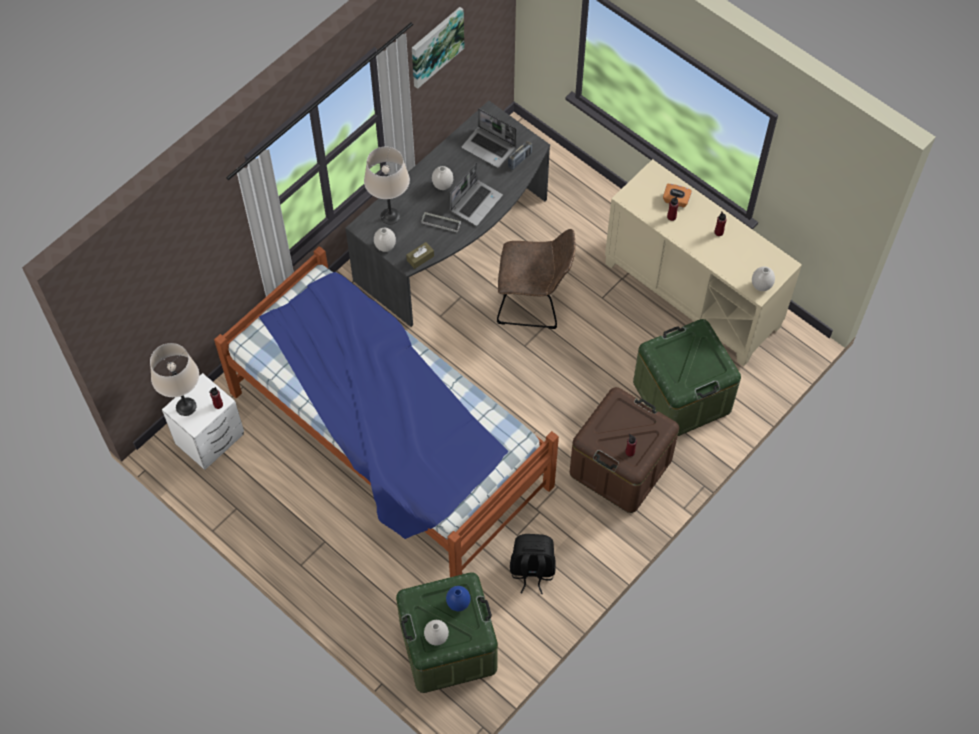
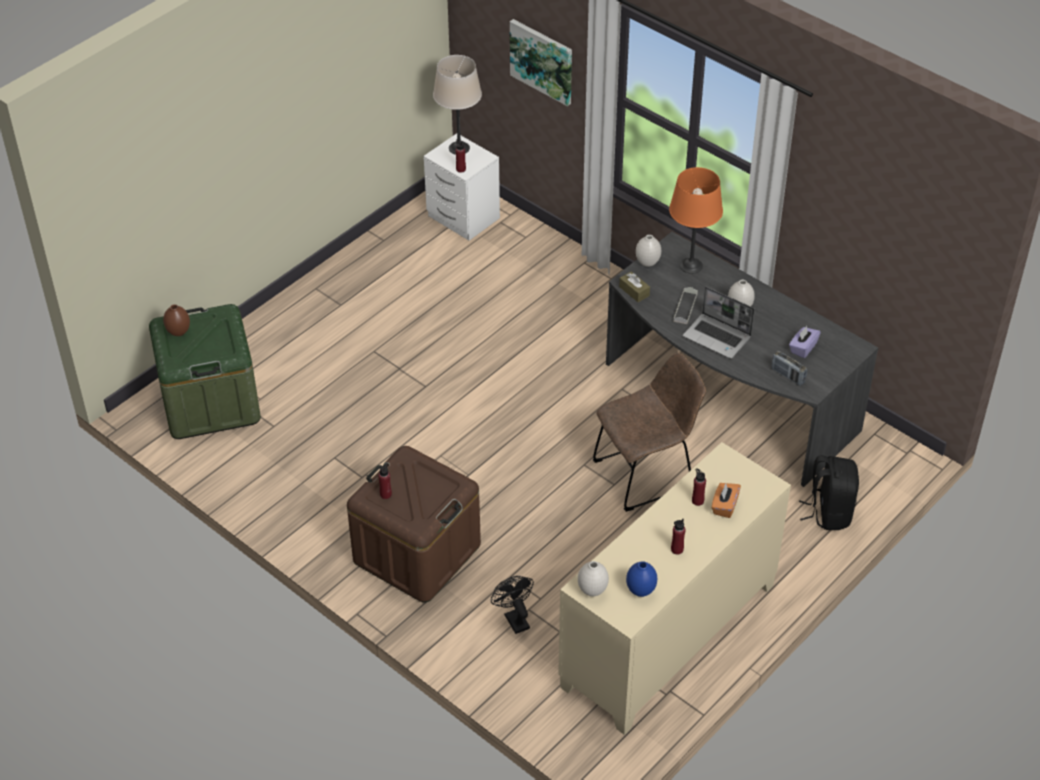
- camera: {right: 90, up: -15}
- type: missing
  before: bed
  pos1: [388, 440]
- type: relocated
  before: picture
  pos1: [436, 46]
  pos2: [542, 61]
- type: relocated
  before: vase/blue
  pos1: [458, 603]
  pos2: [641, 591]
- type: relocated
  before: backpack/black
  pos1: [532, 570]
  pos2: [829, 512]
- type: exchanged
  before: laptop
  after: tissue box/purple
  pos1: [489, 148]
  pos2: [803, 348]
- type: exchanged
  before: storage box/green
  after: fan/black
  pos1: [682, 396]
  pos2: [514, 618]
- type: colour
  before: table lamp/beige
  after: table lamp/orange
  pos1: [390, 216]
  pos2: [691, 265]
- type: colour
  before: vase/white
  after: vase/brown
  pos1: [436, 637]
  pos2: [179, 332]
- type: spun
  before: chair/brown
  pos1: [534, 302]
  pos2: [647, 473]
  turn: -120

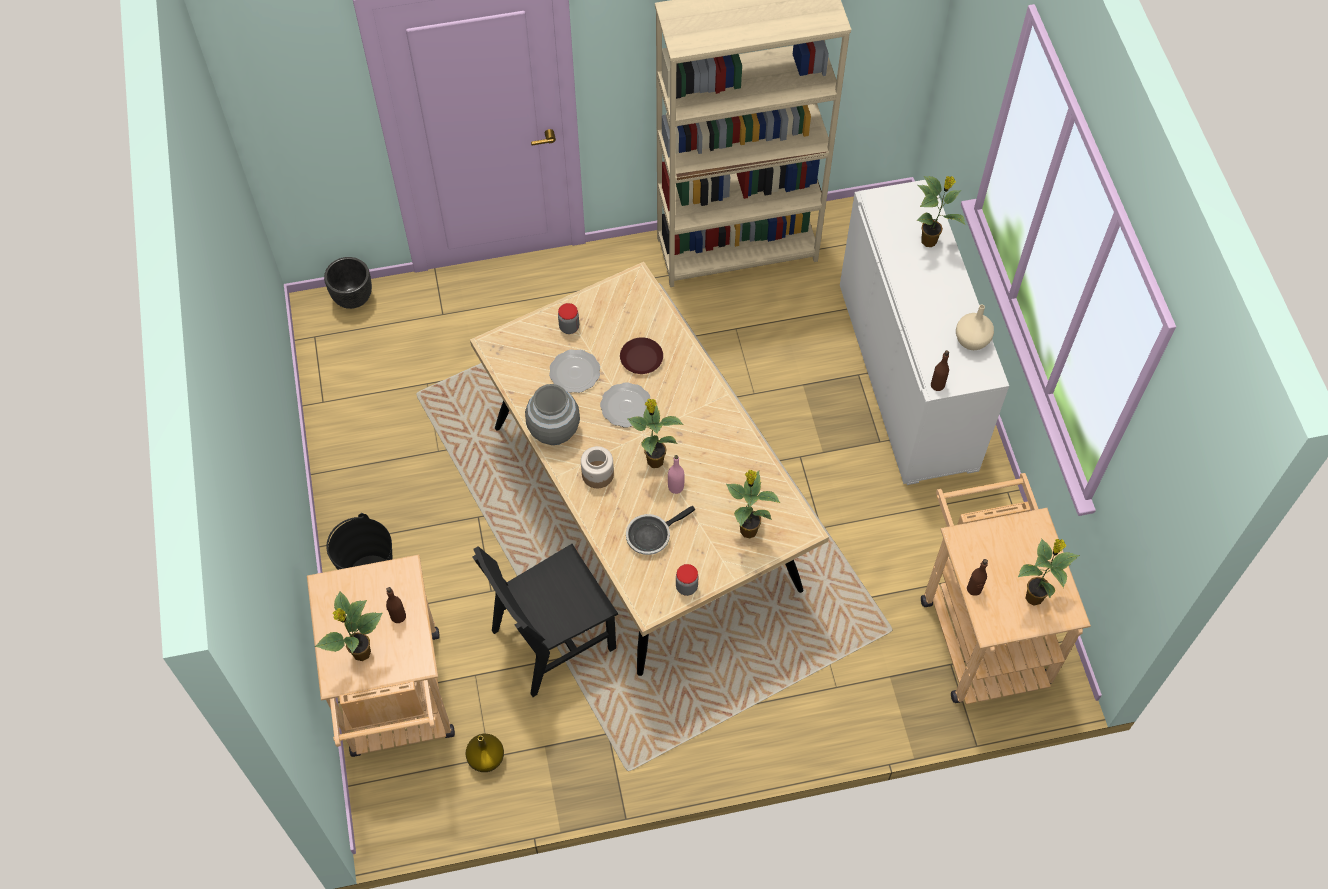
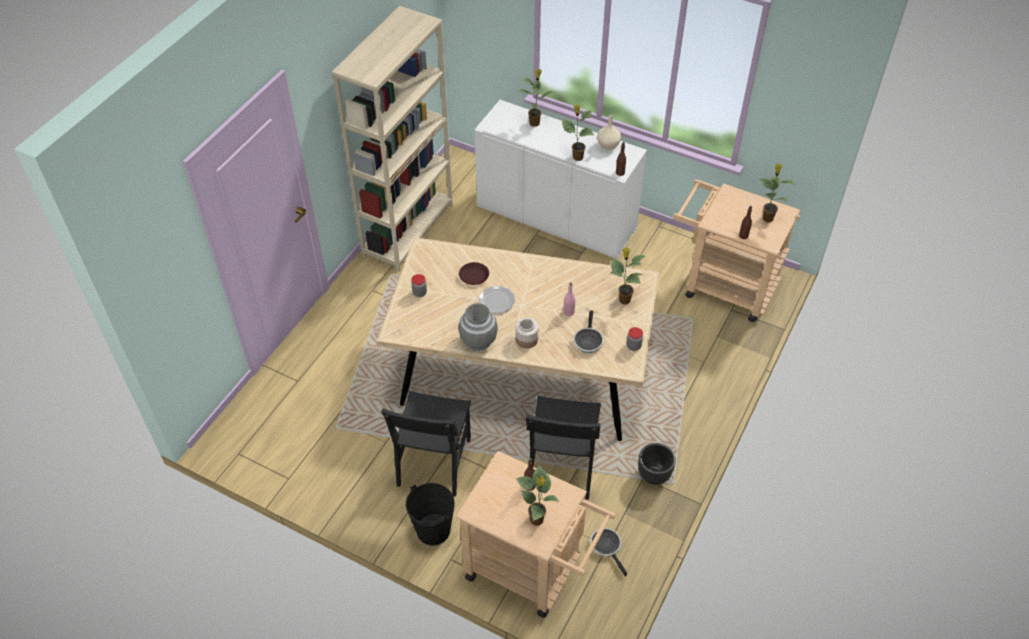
- camera: {right: -50, up: -10}
- type: missing
  before: plate
  pos1: [575, 373]
- type: appeared
  after: chair/black
  pos2: [434, 462]
- type: relocated
  before: planter/black
  pos1: [353, 298]
  pos2: [653, 475]
- type: relocated
  before: potted plant
  pos1: [654, 460]
  pos2: [577, 157]
- type: exchanged
  before: vase/yellow
  after: frying pan
  pos1: [487, 758]
  pos2: [607, 547]

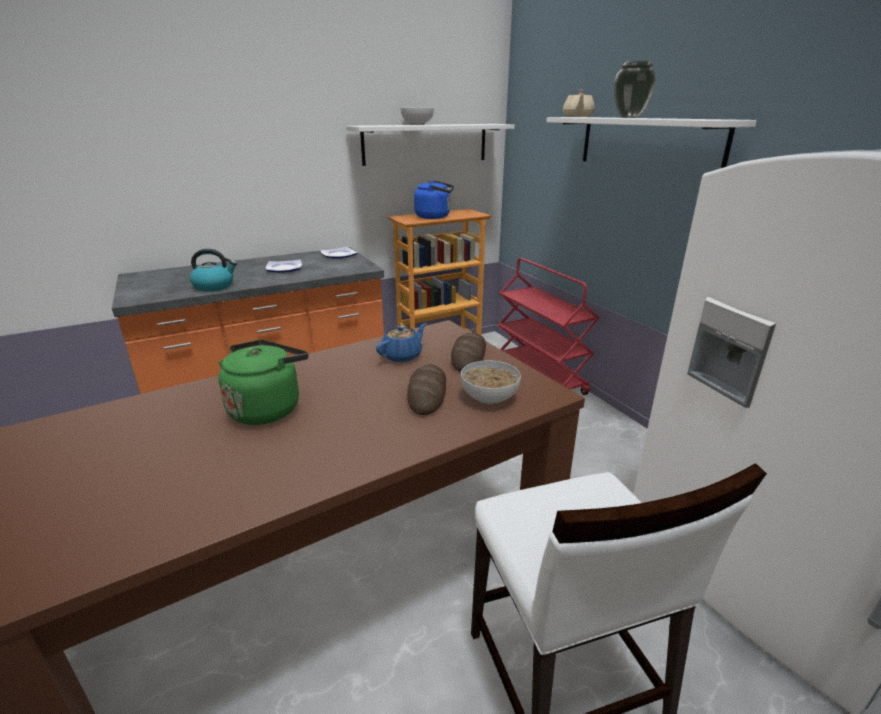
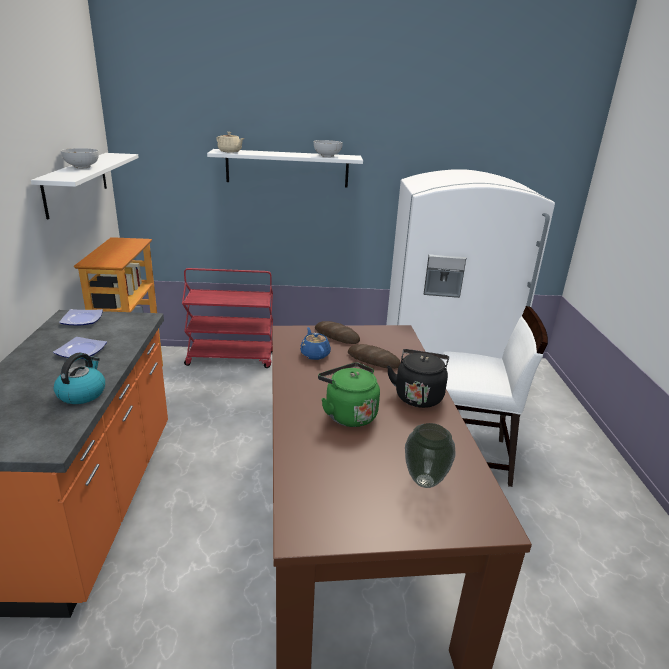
- camera: {right: -65, up: 0}
- type: missing
  before: kettle/blue
  pos1: [435, 217]
- type: appeared
  after: kettle/black
  pos2: [418, 395]
- type: relocated
  before: bowl
  pos1: [489, 397]
  pos2: [327, 156]
- type: relocated
  before: vase
  pos1: [629, 117]
  pos2: [425, 481]

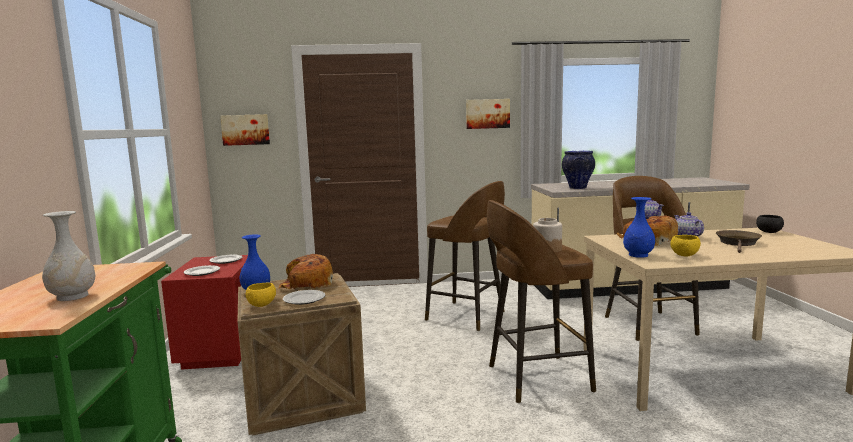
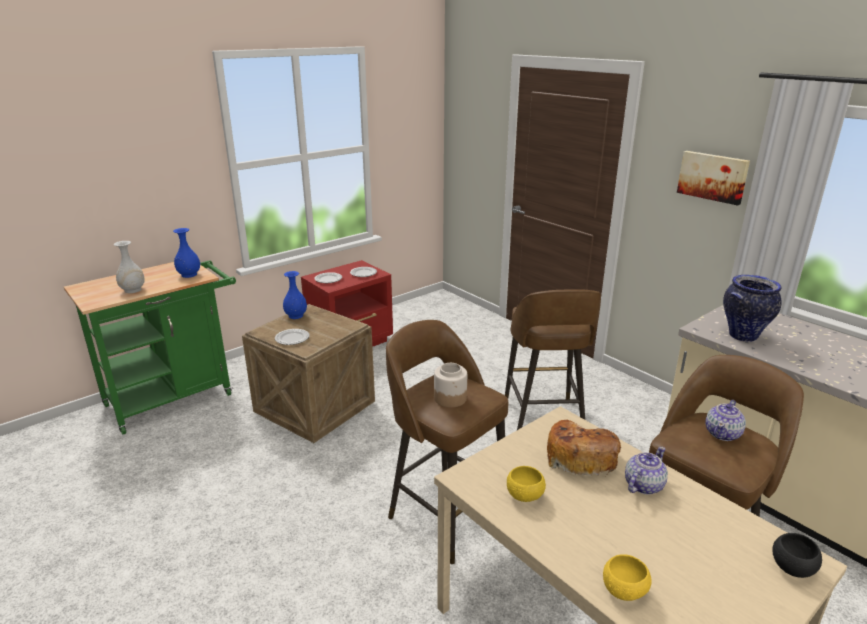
- camera: {right: 55, up: 15}
- type: missing
  before: picture
  pos1: [245, 129]
- type: missing
  before: bread
  pos1: [306, 284]
- type: missing
  before: frying pan/brown
  pos1: [738, 243]
- type: relocated
  before: bowl/yellow
  pos1: [261, 305]
  pos2: [624, 591]
- type: relocated
  before: vase/blue
  pos1: [638, 255]
  pos2: [189, 274]

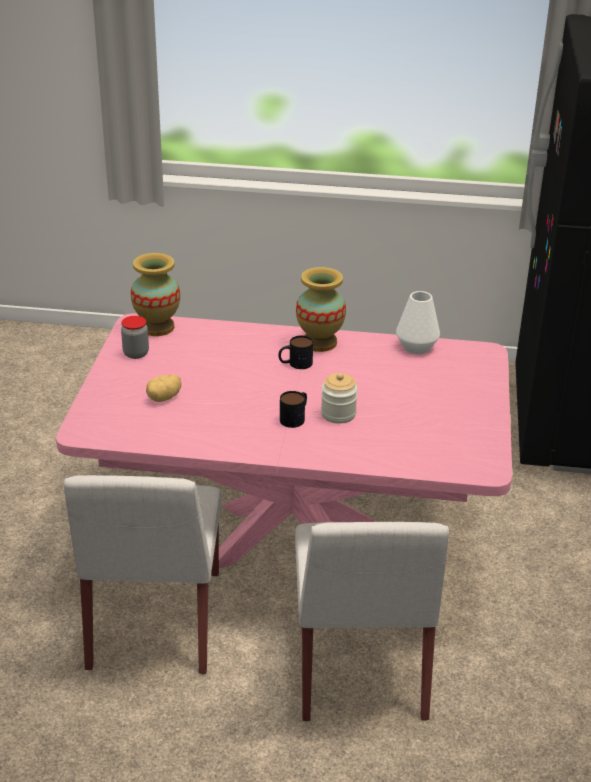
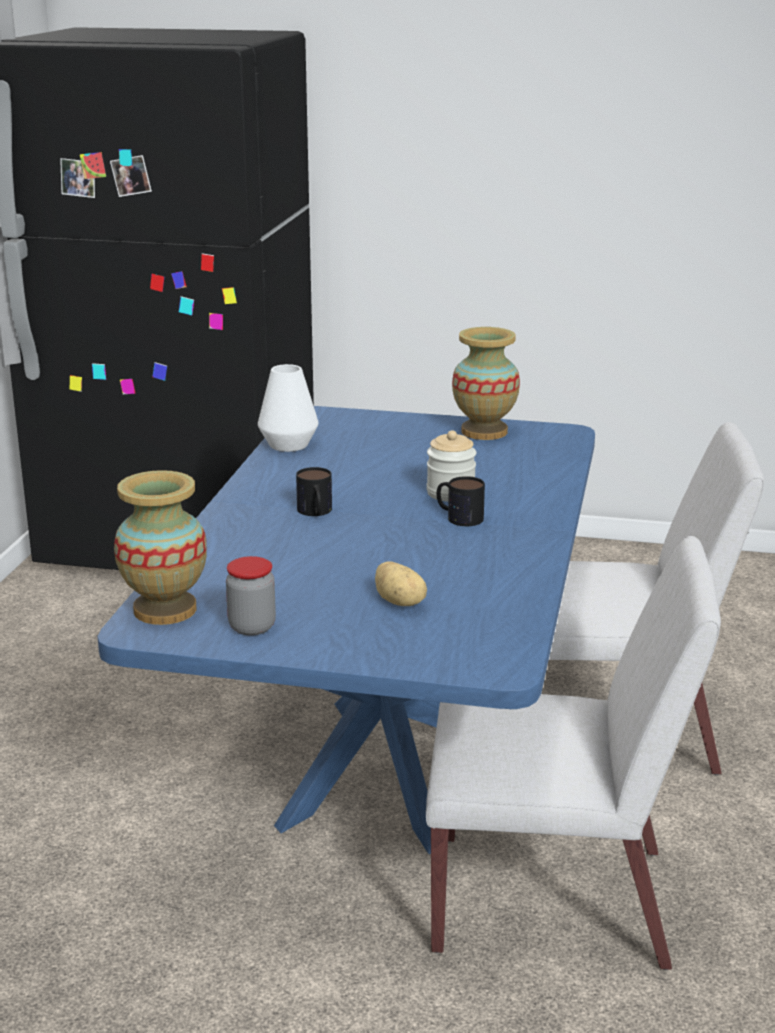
- camera: {right: -85, up: -10}
- type: relocated
  before: vase
  pos1: [319, 343]
  pos2: [484, 432]
- type: colour
  before: dining table/pink
  after: dining table/blue
  pos1: [292, 544]
  pos2: [385, 769]

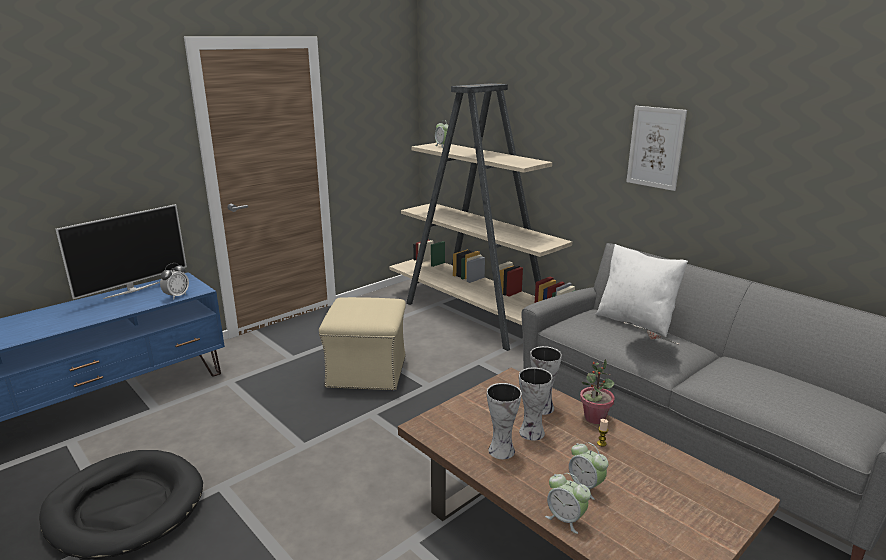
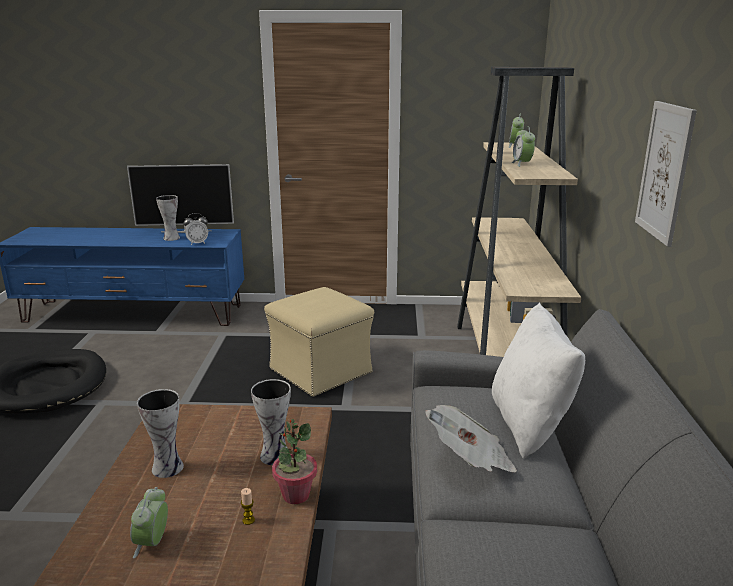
- camera: {right: 45, up: 0}
- type: relocated
  before: vase
  pos1: [531, 433]
  pos2: [170, 238]
- type: relocated
  before: alarm clock
  pos1: [565, 519]
  pos2: [522, 164]

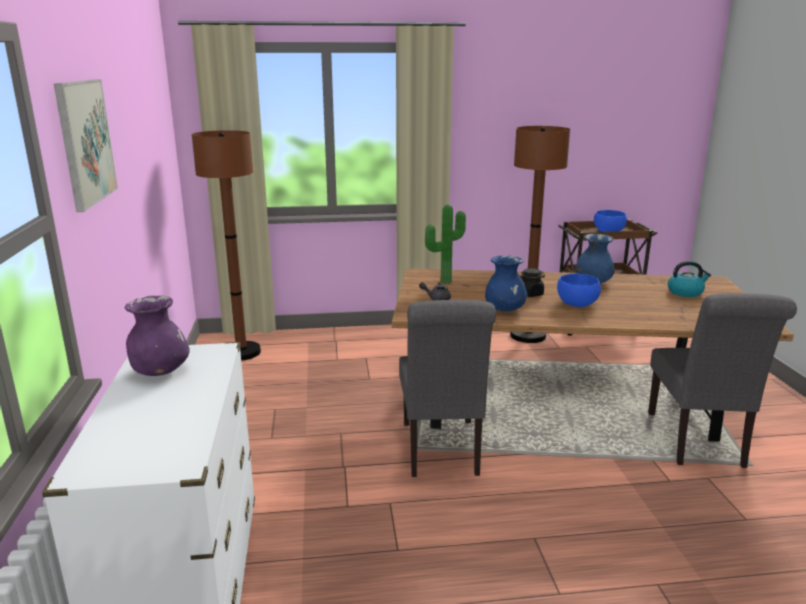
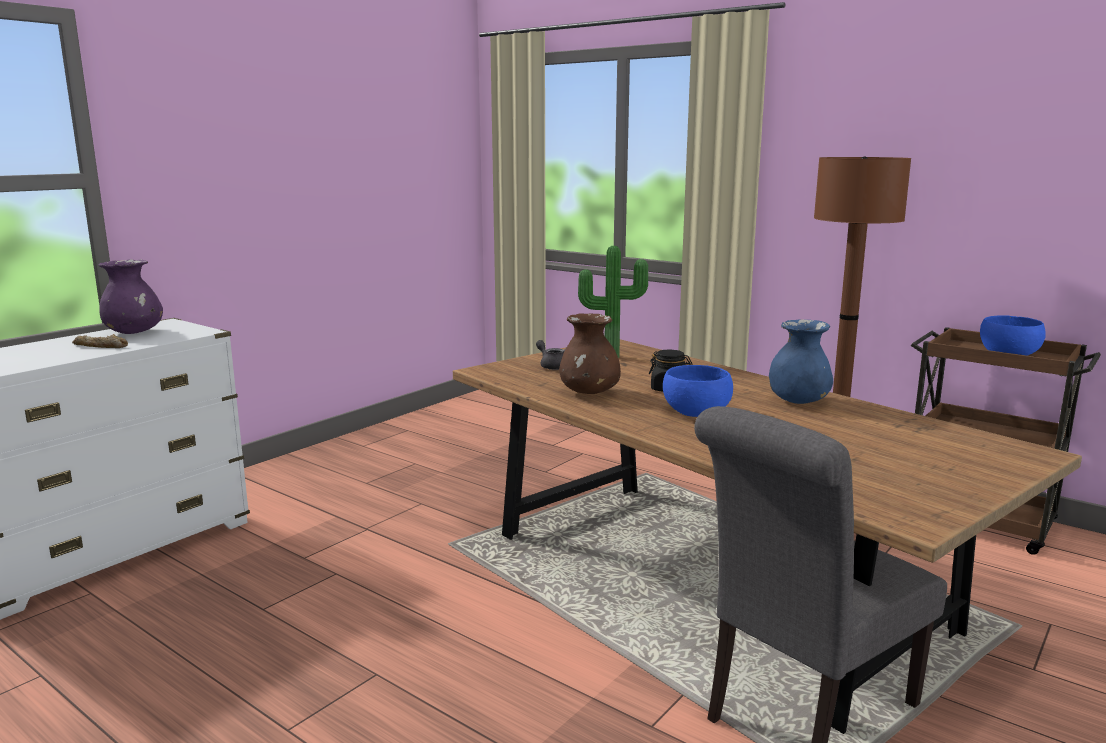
- camera: {right: 45, up: -5}
- type: missing
  before: picture
  pos1: [85, 142]
- type: missing
  before: floor lamp/brown
  pos1: [241, 352]
- type: missing
  before: chair/grey
  pos1: [441, 452]
- type: missing
  before: kettle
  pos1: [685, 292]
- type: appeared
  after: bread
  pos2: [100, 346]
- type: colour
  before: vase/blue
  after: vase/brown
  pos1: [505, 309]
  pos2: [589, 393]

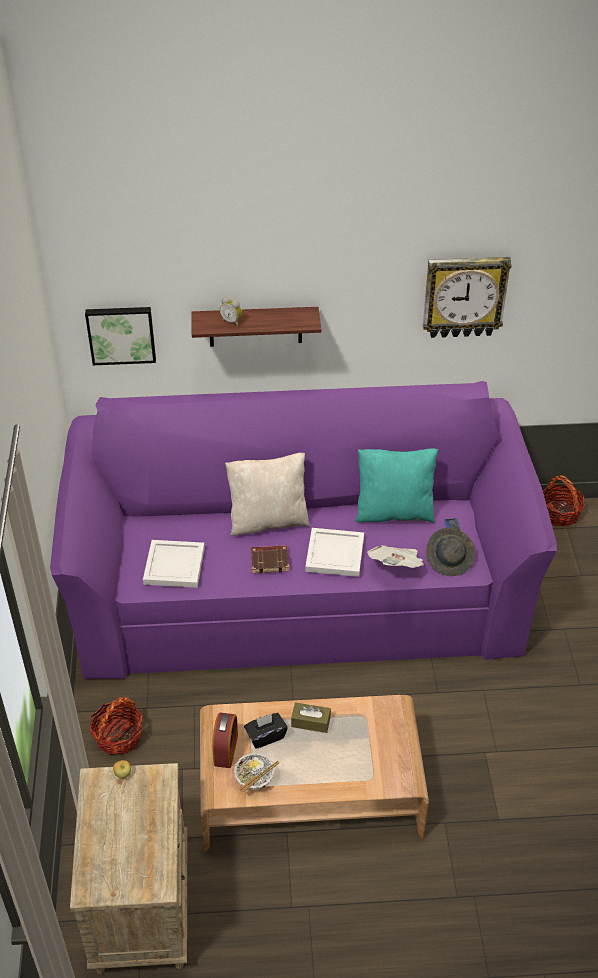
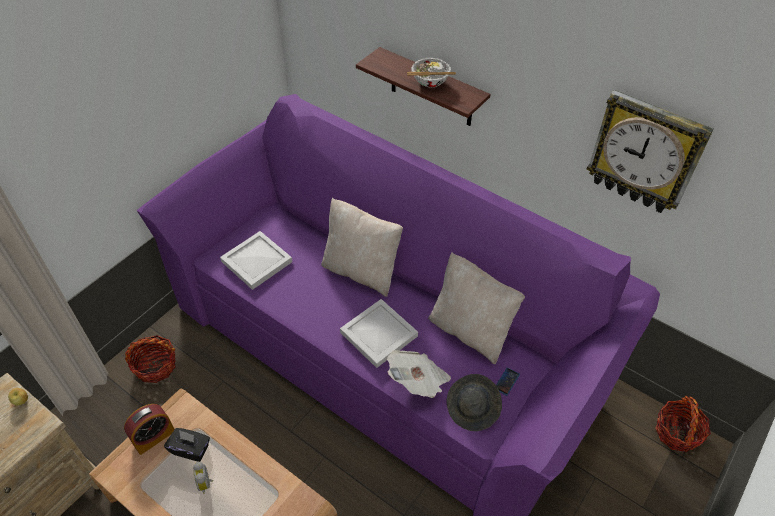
- camera: {right: 40, up: 5}
- type: missing
  before: picture
  pos1: [121, 334]
- type: missing
  before: book/brown
  pos1: [270, 561]
- type: missing
  before: tissue box/brown
  pos1: [310, 722]
- type: relocated
  before: alarm clock
  pos1: [232, 321]
  pos2: [206, 483]
- type: relocated
  before: bowl
  pos1: [255, 780]
  pos2: [430, 83]
- type: colour
  before: pillow/turquoise
  after: pillow/beige
  pos1: [394, 512]
  pos2: [470, 331]

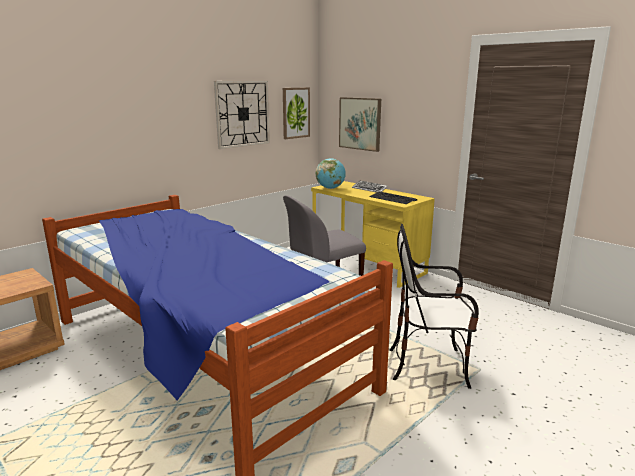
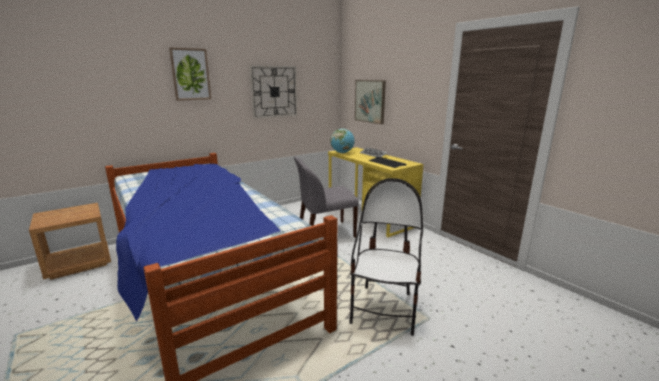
- camera: {right: 10, up: 0}
- type: relocated
  before: picture
  pos1: [295, 113]
  pos2: [190, 74]
- type: spun
  before: chair
  pos1: [429, 366]
  pos2: [384, 310]
  turn: 90

